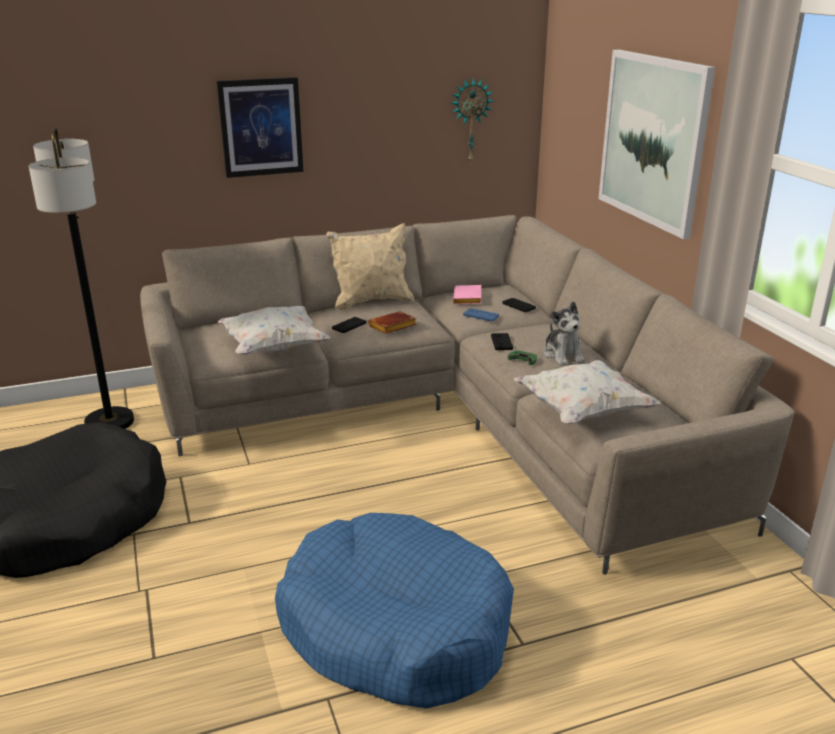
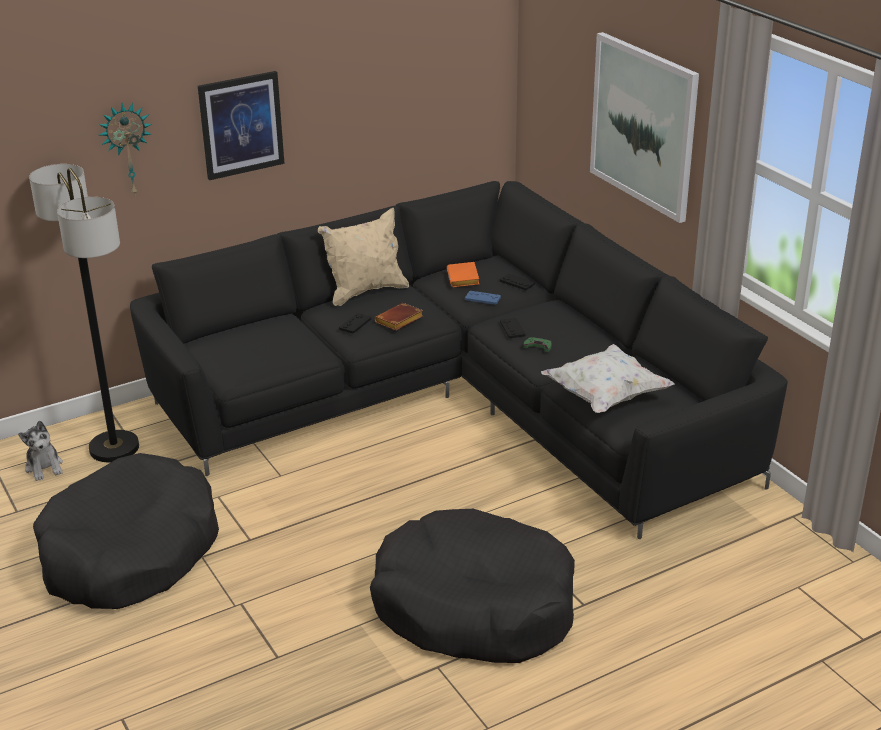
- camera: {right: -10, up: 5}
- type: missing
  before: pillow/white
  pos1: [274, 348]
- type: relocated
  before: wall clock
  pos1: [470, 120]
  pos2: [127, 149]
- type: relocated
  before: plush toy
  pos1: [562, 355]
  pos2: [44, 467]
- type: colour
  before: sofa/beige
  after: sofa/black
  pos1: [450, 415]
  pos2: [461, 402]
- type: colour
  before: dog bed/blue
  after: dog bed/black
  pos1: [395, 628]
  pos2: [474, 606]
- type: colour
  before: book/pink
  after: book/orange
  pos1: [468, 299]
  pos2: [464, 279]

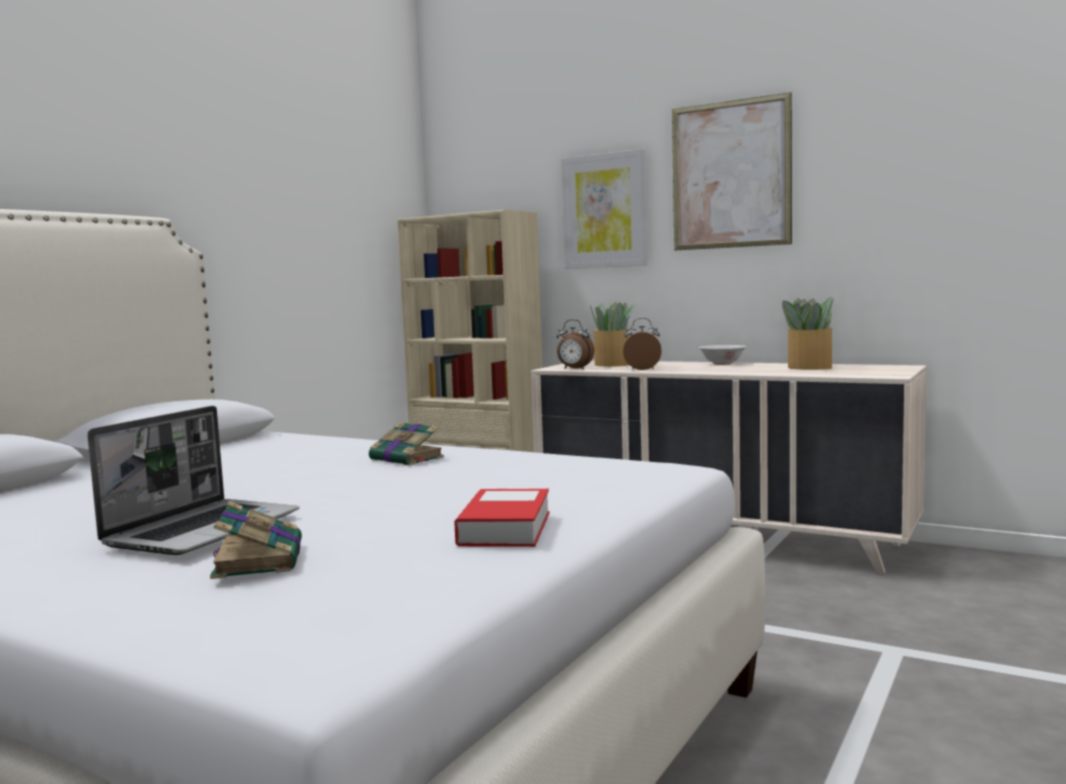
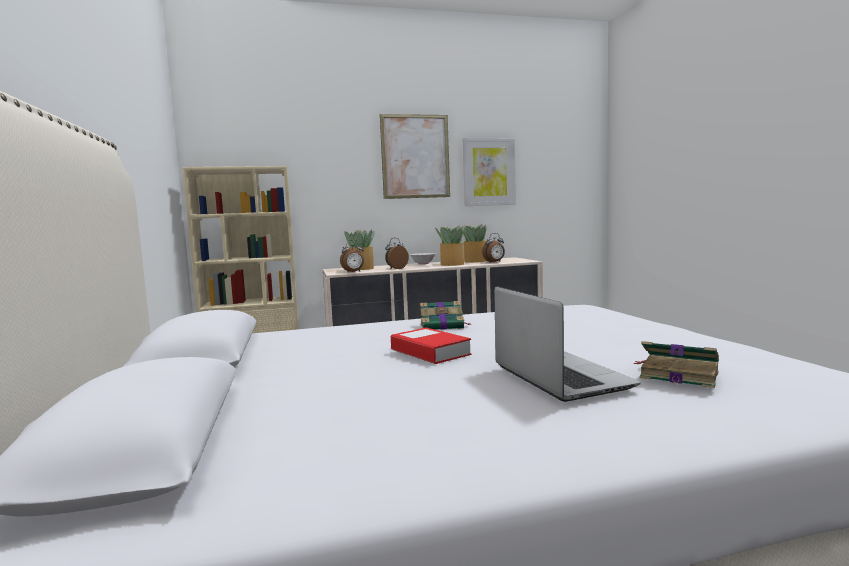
- camera: {right: -45, up: 0}
- type: appeared
  after: potted plant
  pos2: [451, 264]
- type: appeared
  after: alarm clock
  pos2: [494, 262]
- type: relocated
  before: book
  pos1: [505, 528]
  pos2: [430, 352]
- type: relocated
  before: picture
  pos1: [605, 211]
  pos2: [489, 172]

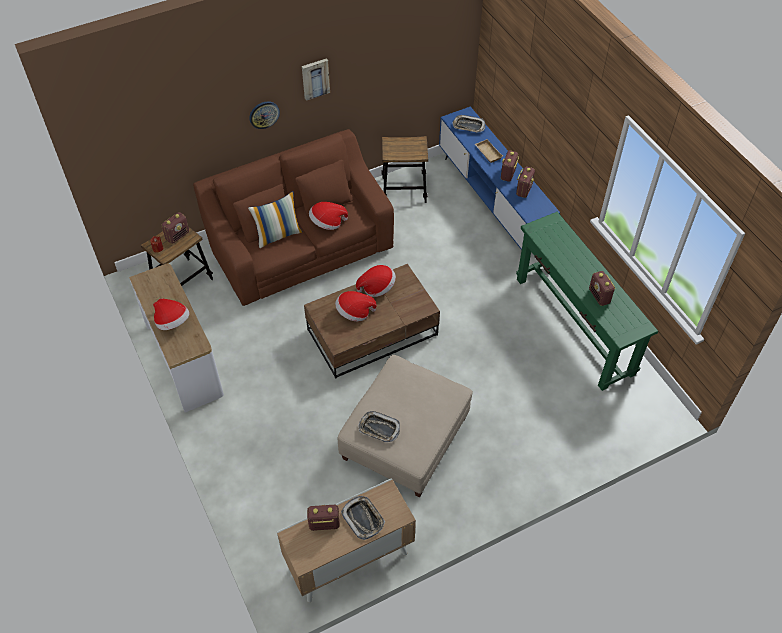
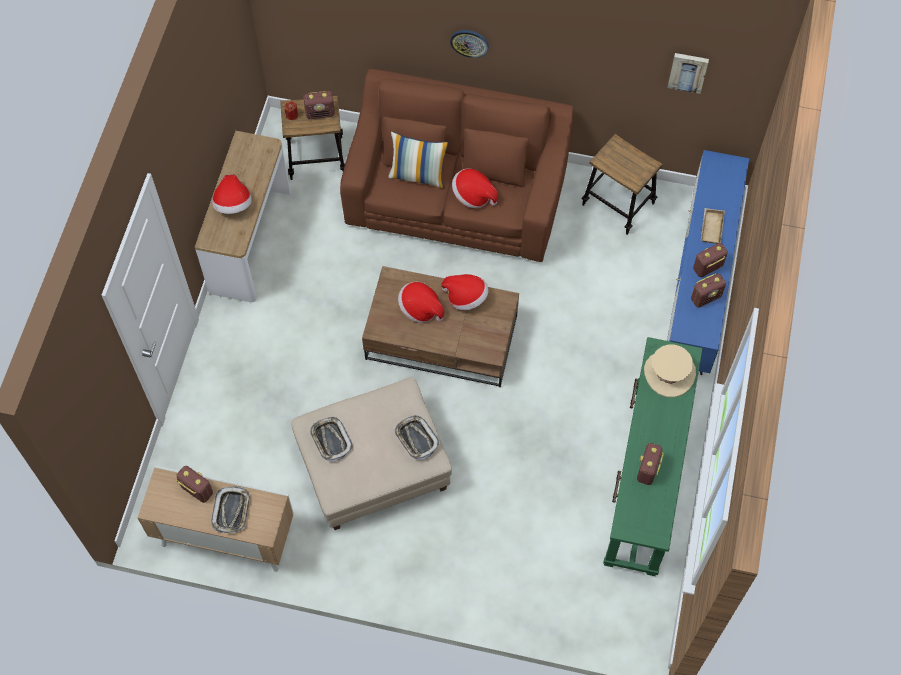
- camera: {right: 40, up: 10}
- type: appeared
  after: hat/beige
  pos2: [669, 373]
- type: relocated
  before: picture
  pos1: [315, 78]
  pos2: [688, 71]
- type: relocated
  before: tray
  pos1: [468, 126]
  pos2: [416, 439]

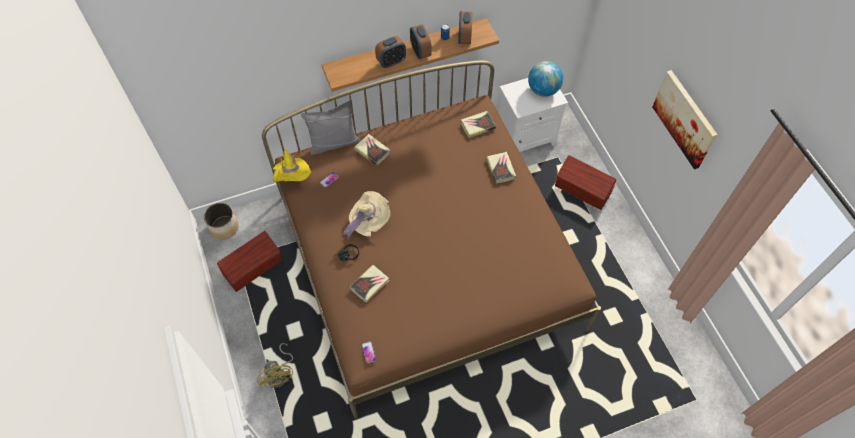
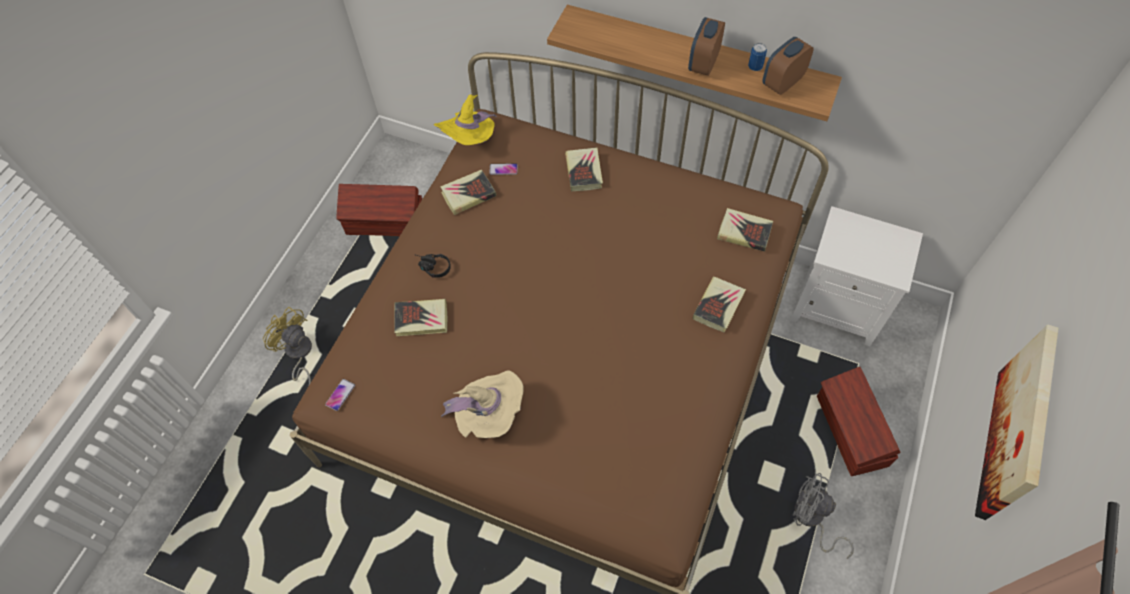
- camera: {right: 45, up: 0}
- type: missing
  before: planter
  pos1: [224, 227]
- type: missing
  before: pillow/grey
  pos1: [334, 143]
- type: missing
  before: alarm clock
  pos1: [391, 62]
- type: missing
  before: globe
  pos1: [543, 90]
- type: appeared
  after: book
  pos2: [468, 194]
- type: appeared
  after: fan/grey
  pos2: [811, 519]
- type: relocated
  before: hat/beige
  pos1: [368, 222]
  pos2: [489, 414]
- type: spun
  before: fan/yellow
  pos1: [280, 374]
  pos2: [298, 354]
  turn: 105

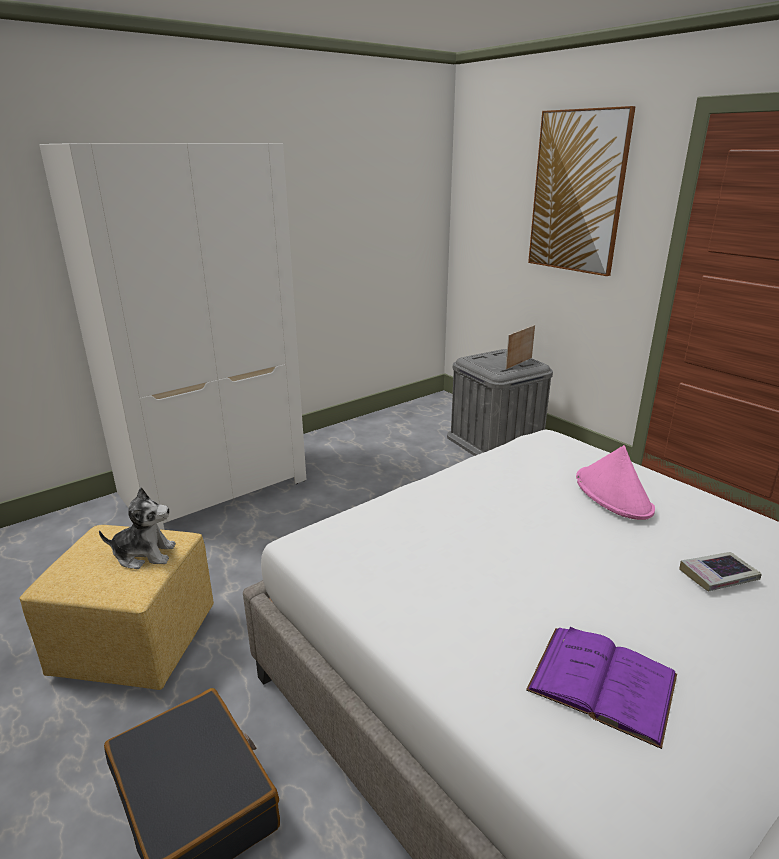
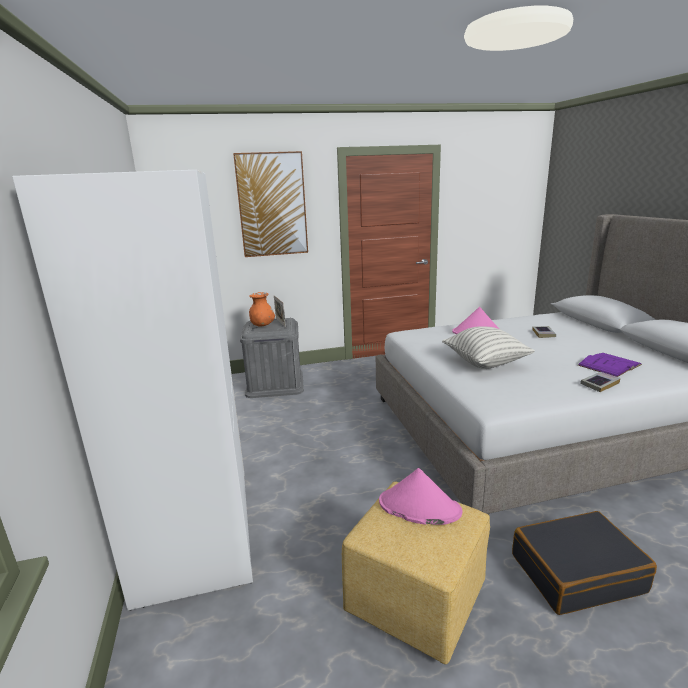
- camera: {right: -65, up: -5}
- type: appeared
  after: vase/orange
  pos2: [262, 325]
- type: appeared
  after: pillow
  pos2: [485, 363]
- type: appeared
  after: book
  pos2: [599, 384]
- type: exchanged
  before: plush toy
  after: hat/pink
  pos1: [144, 554]
  pos2: [419, 507]

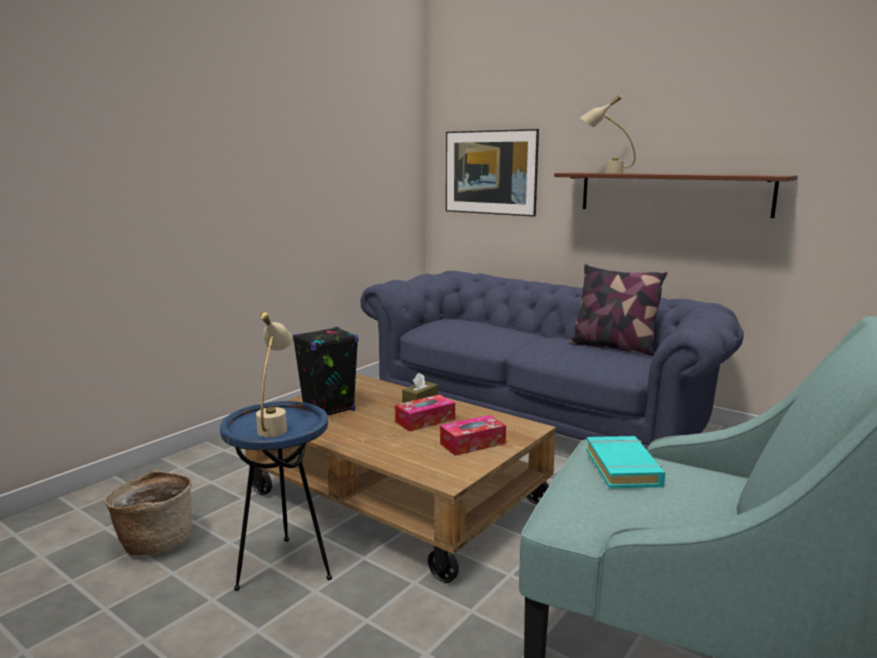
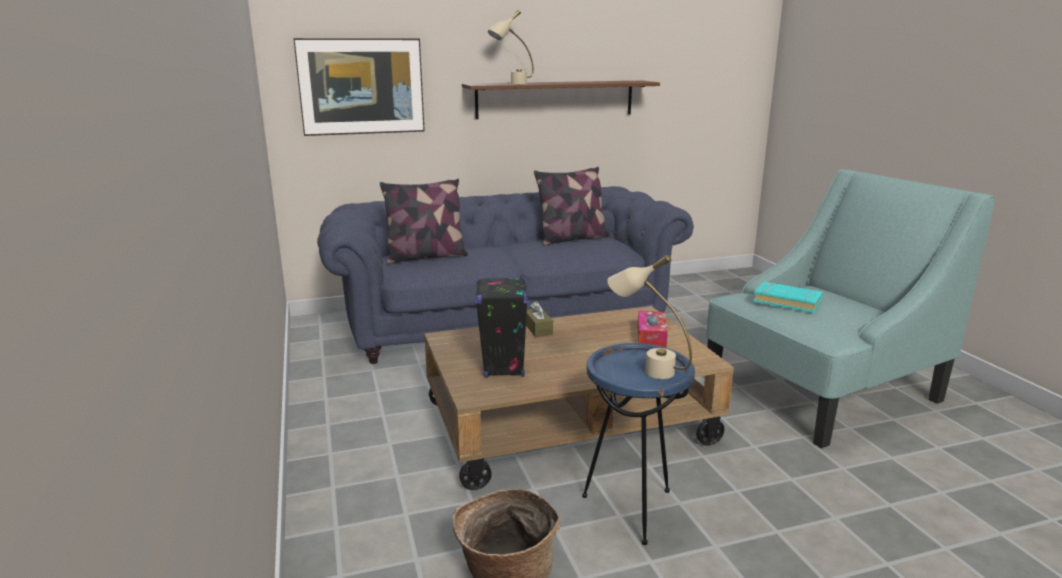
- camera: {right: -55, up: 5}
- type: missing
  before: tissue box
  pos1: [425, 420]
- type: appeared
  after: pillow
  pos2: [426, 257]

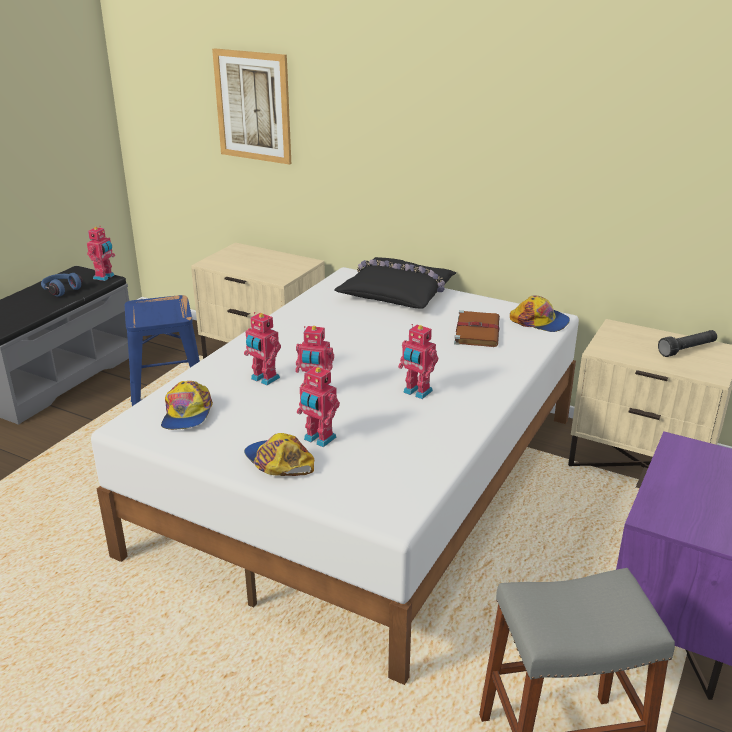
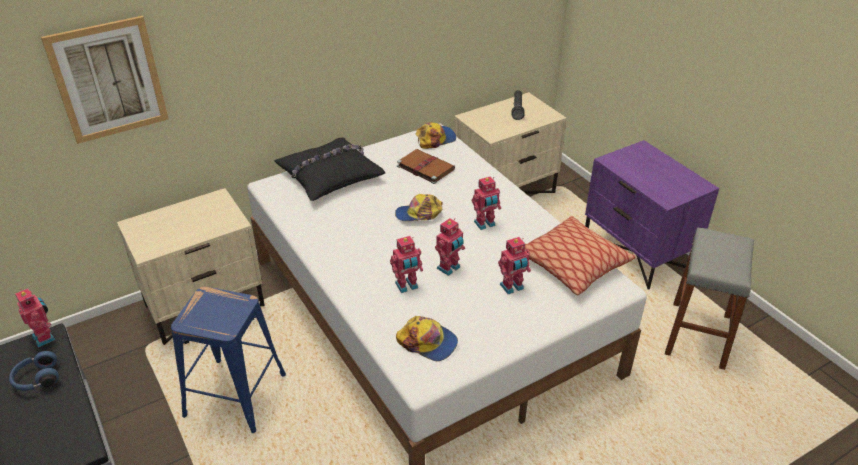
- camera: {right: -60, up: 10}
- type: appeared
  after: pillow
  pos2: [572, 264]
- type: relocated
  before: cap
  pos1: [278, 462]
  pos2: [419, 214]

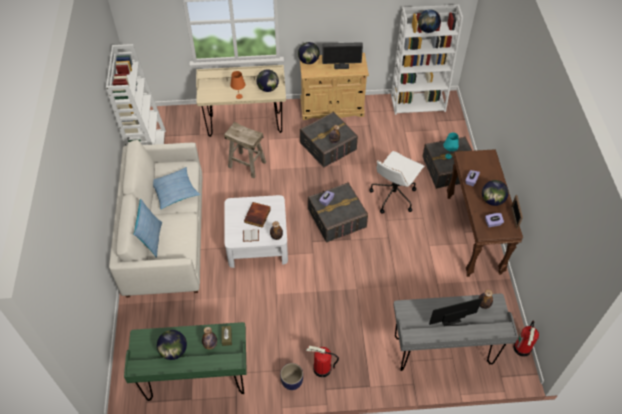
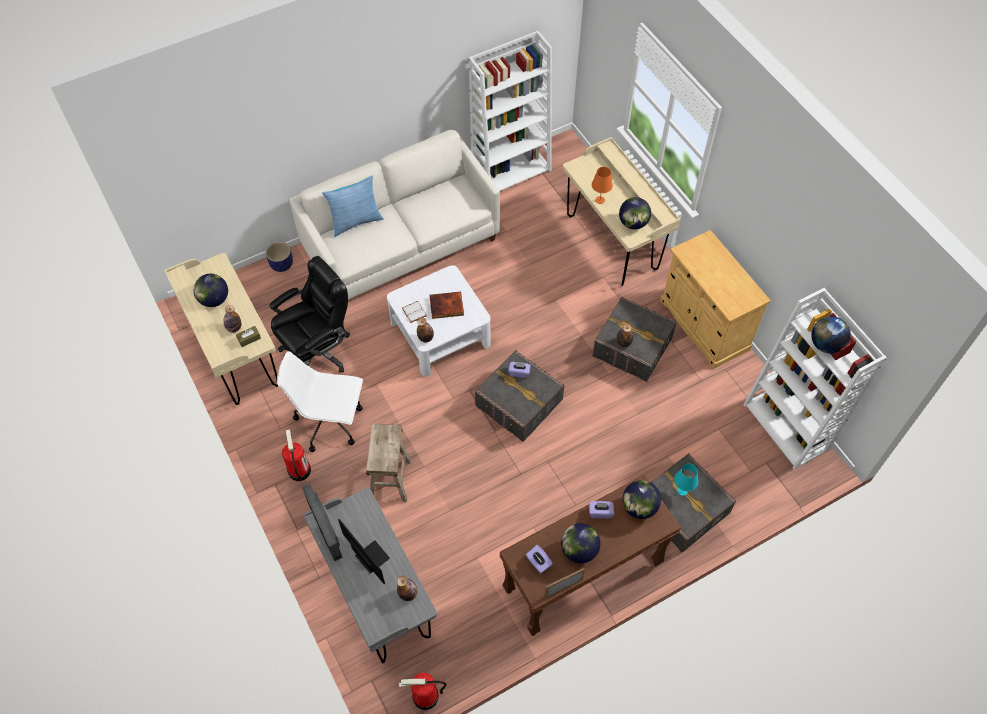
- camera: {right: 65, up: 5}
- type: missing
  before: pillow
  pos1: [174, 191]
- type: appeared
  after: office chair/black
  pos2: [318, 350]
- type: relocated
  before: stool/beige
  pos1: [246, 164]
  pos2: [390, 479]
- type: relocated
  before: planter
  pos1: [291, 381]
  pos2: [282, 264]
- type: relocated
  before: globe
  pos1: [308, 61]
  pos2: [639, 507]
- type: relocated
  before: monitor
  pos1: [341, 66]
  pos2: [327, 534]
- type: relocated
  before: office chair/white
  pos1: [393, 196]
  pos2: [330, 422]
- type: colour
  before: desk/green
  after: desk/beige
  pos1: [196, 380]
  pos2: [237, 355]

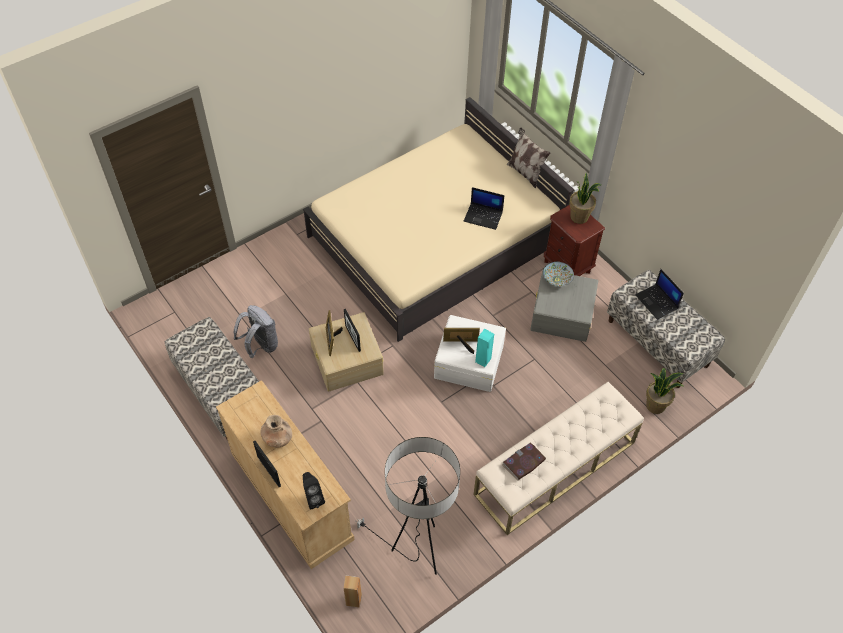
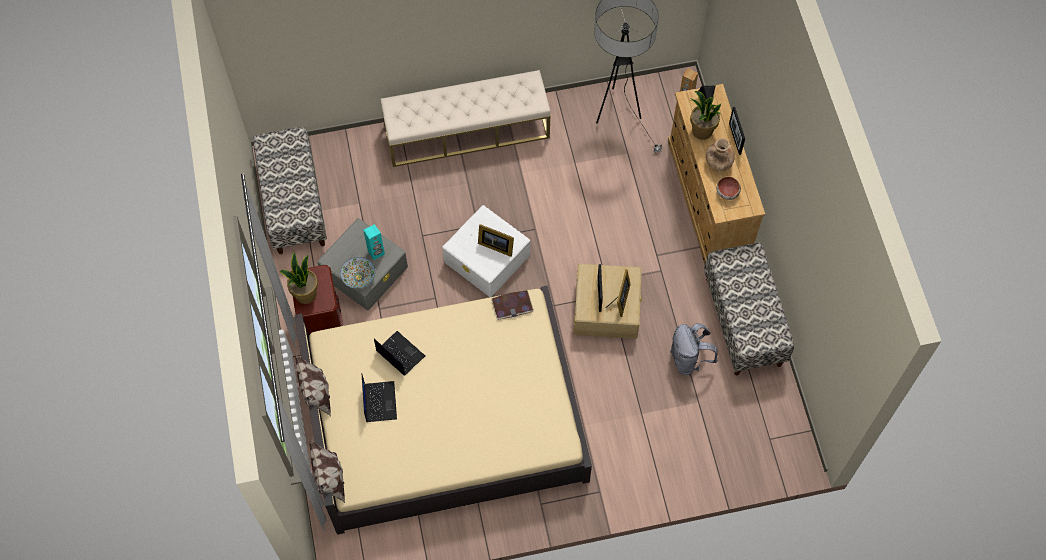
- camera: {right: -155, up: 10}
- type: appeared
  after: pillow
  pos2: [331, 480]
- type: appeared
  after: bowl
  pos2: [727, 192]
- type: relocated
  before: speaker/turquoise
  pos1: [483, 360]
  pos2: [376, 253]
- type: relocated
  before: book
  pos1: [524, 462]
  pos2: [512, 305]
- type: relocated
  before: laptop
  pos1: [657, 302]
  pos2: [379, 401]
- type: relocated
  before: potted plant
  pos1: [655, 405]
  pos2: [701, 131]

